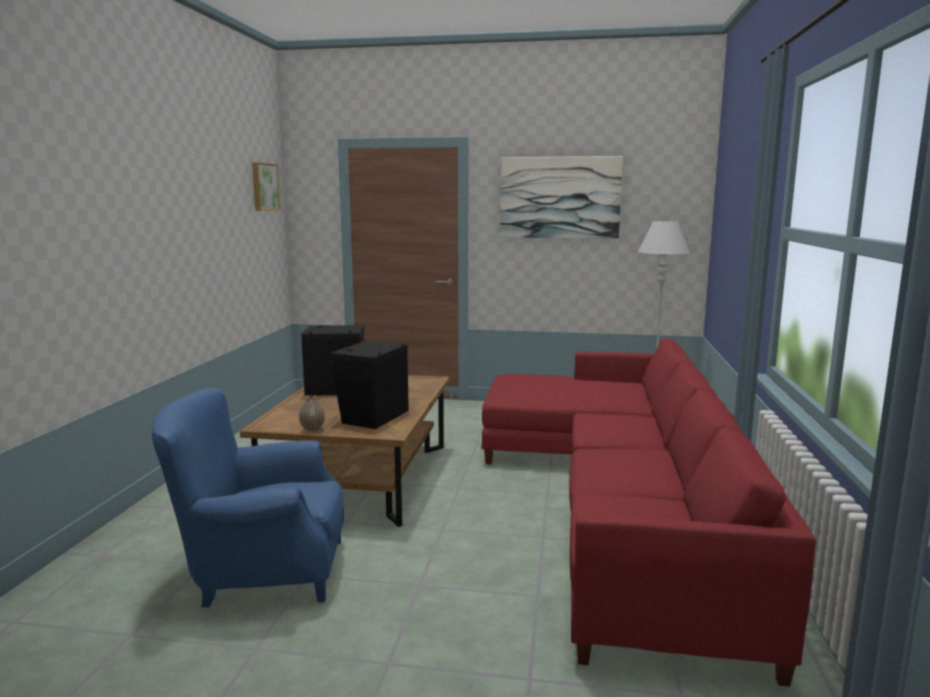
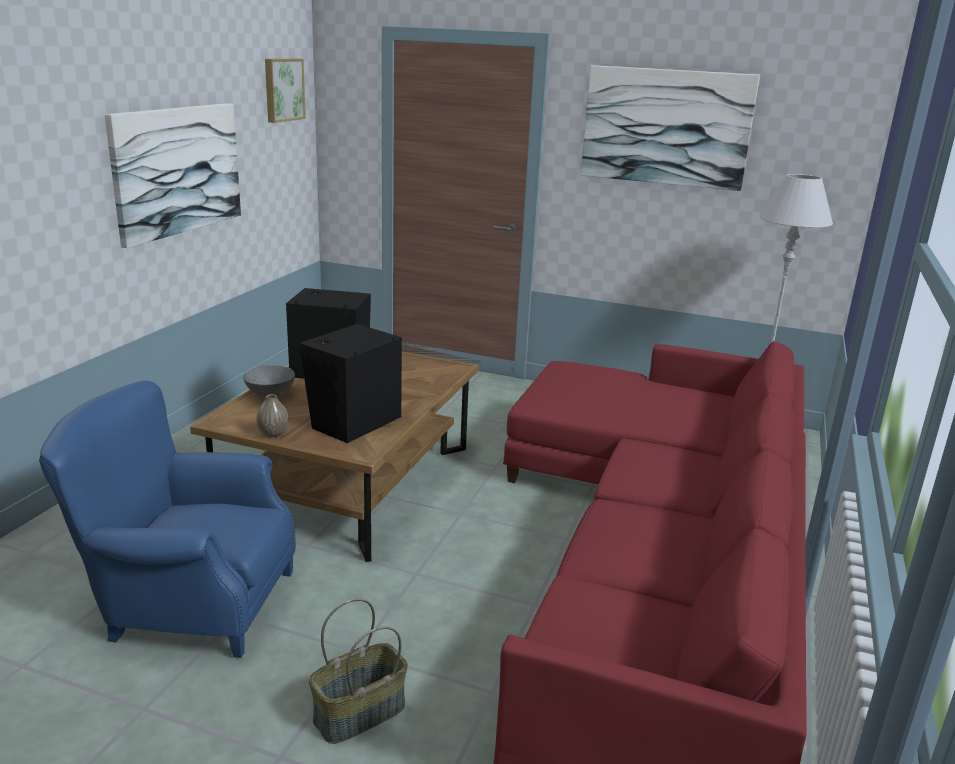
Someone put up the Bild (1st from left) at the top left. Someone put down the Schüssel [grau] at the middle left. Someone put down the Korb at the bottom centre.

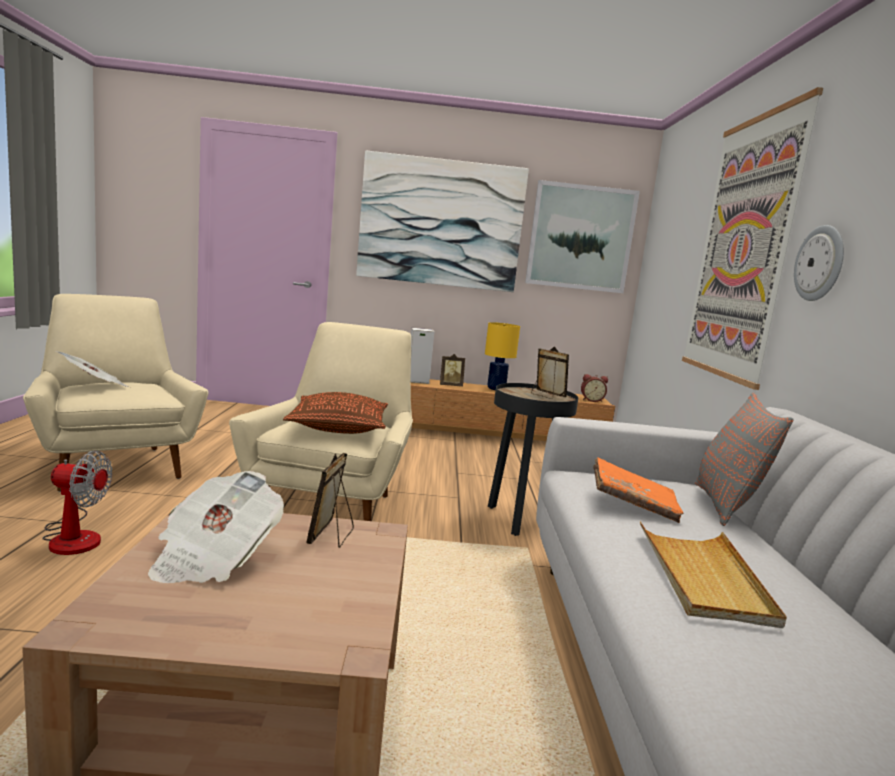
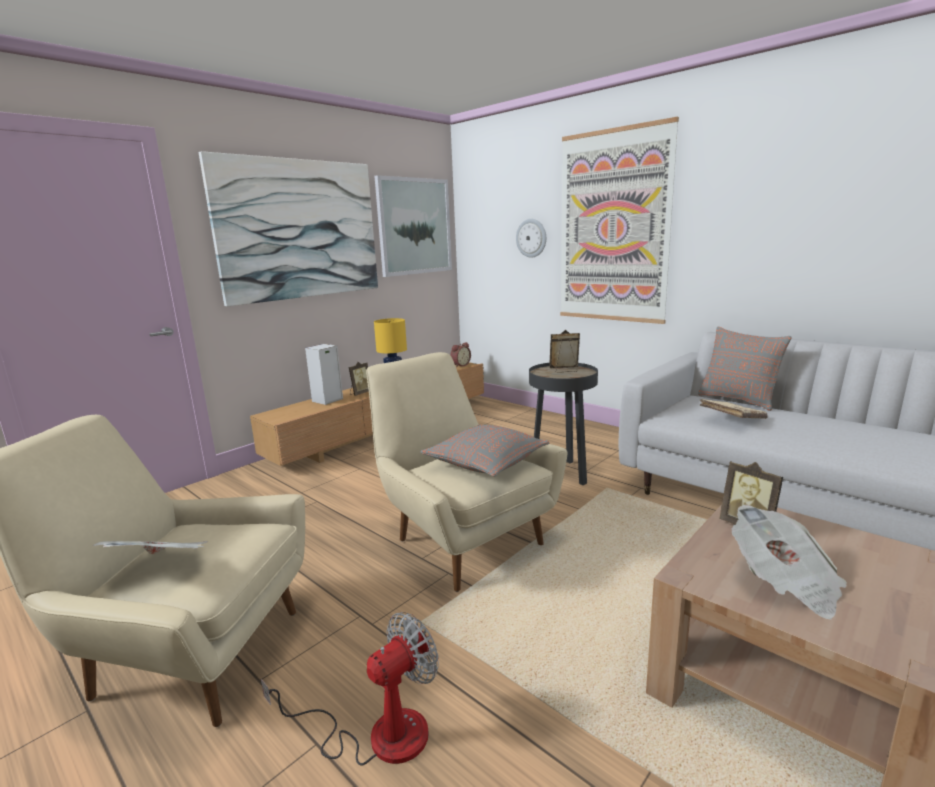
Someone repainted the Kissen [braun] at the centre, which became the Kissen [grau] (1st from left) at the centre. Someone carried the Wanduhr from the middle right to the top centre. Someone repainted the Buch [orange] at the middle right, which became the Buch [beige] at the middle right. Someone took away the Tablett [beige] at the bottom right.

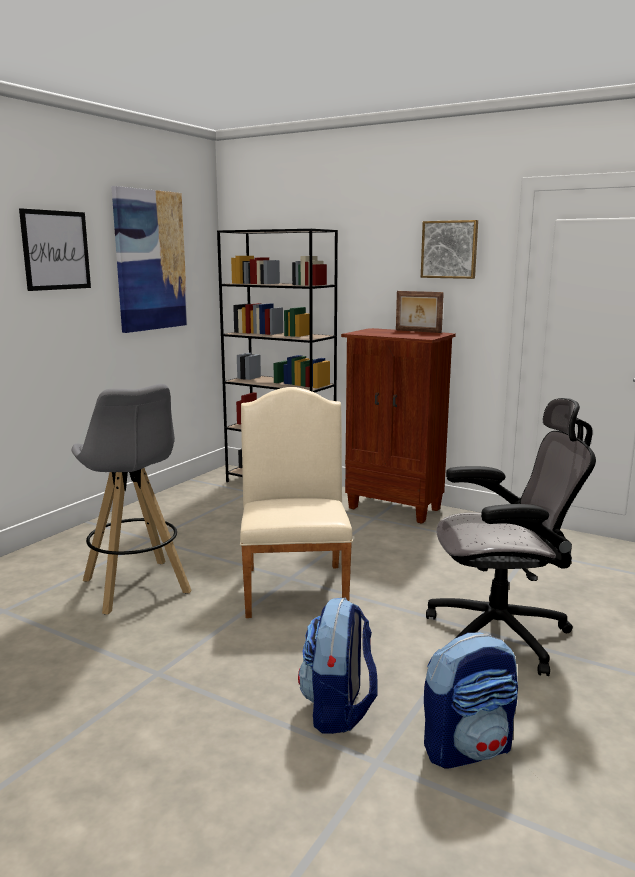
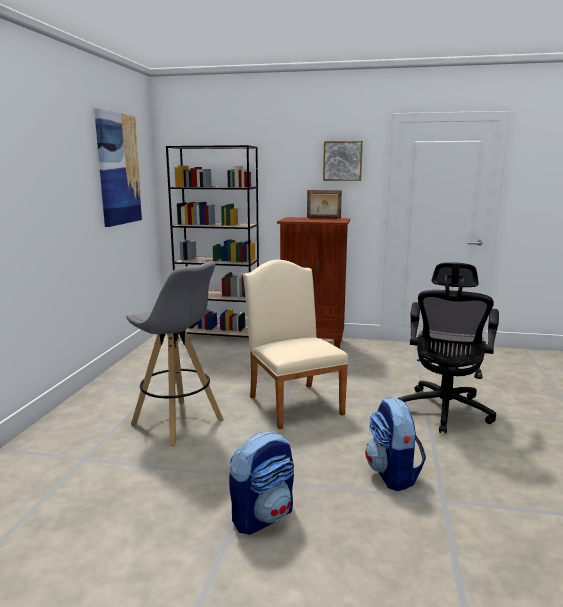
Someone carried the Rucksack (2nd from left in the first image) from the bottom right to the bottom centre. Someone rotated the Bürostuhl at the middle right by 135 degrees clockwise. Someone took away the Bild (1st from left) at the top left.

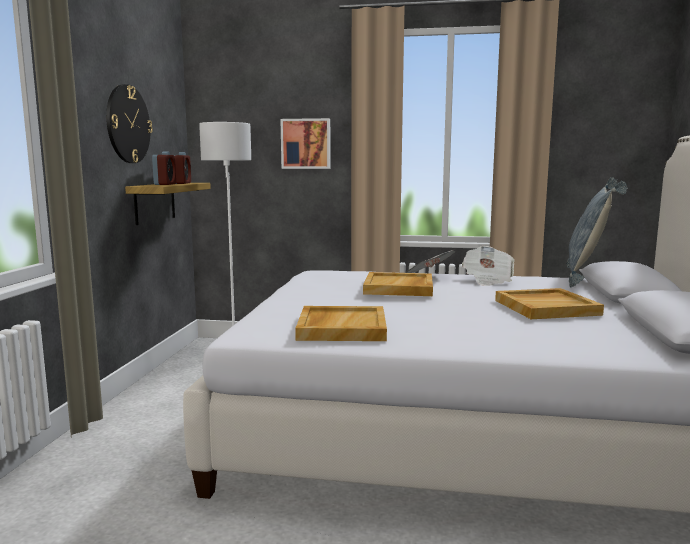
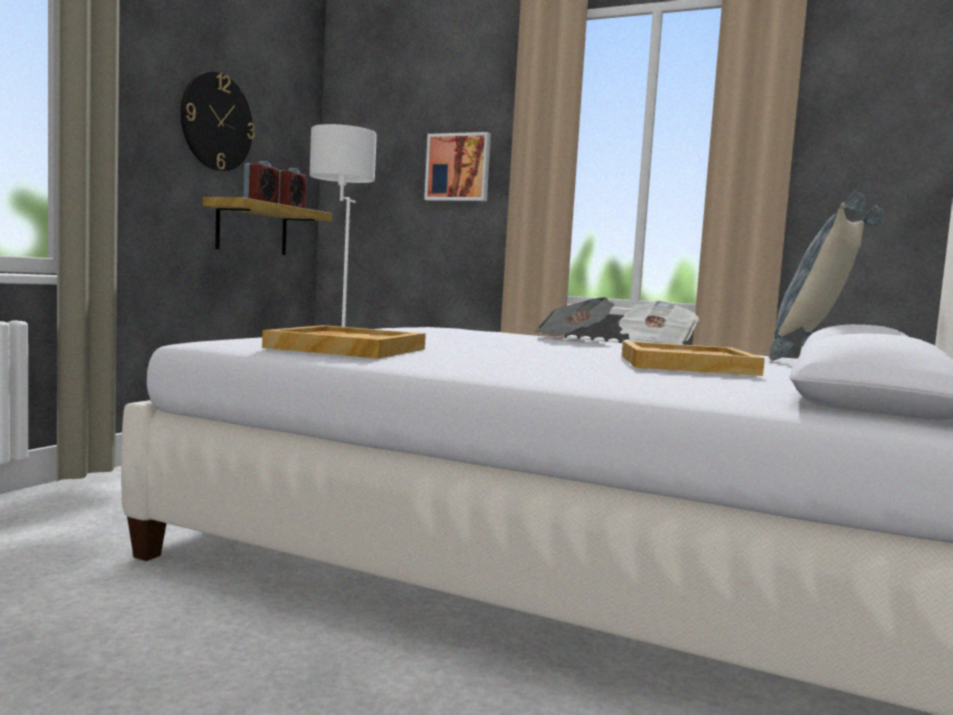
Someone took away the Tablett [beige] (2nd from left) at the centre.

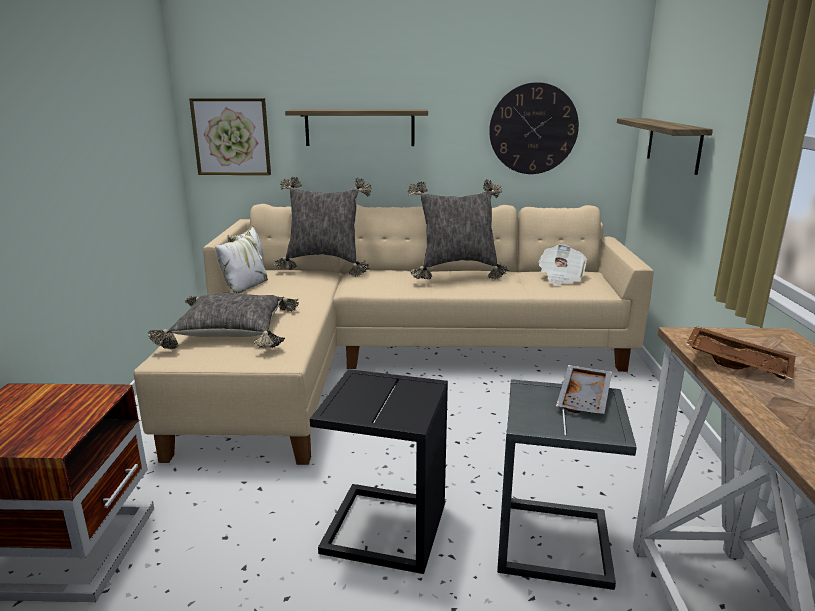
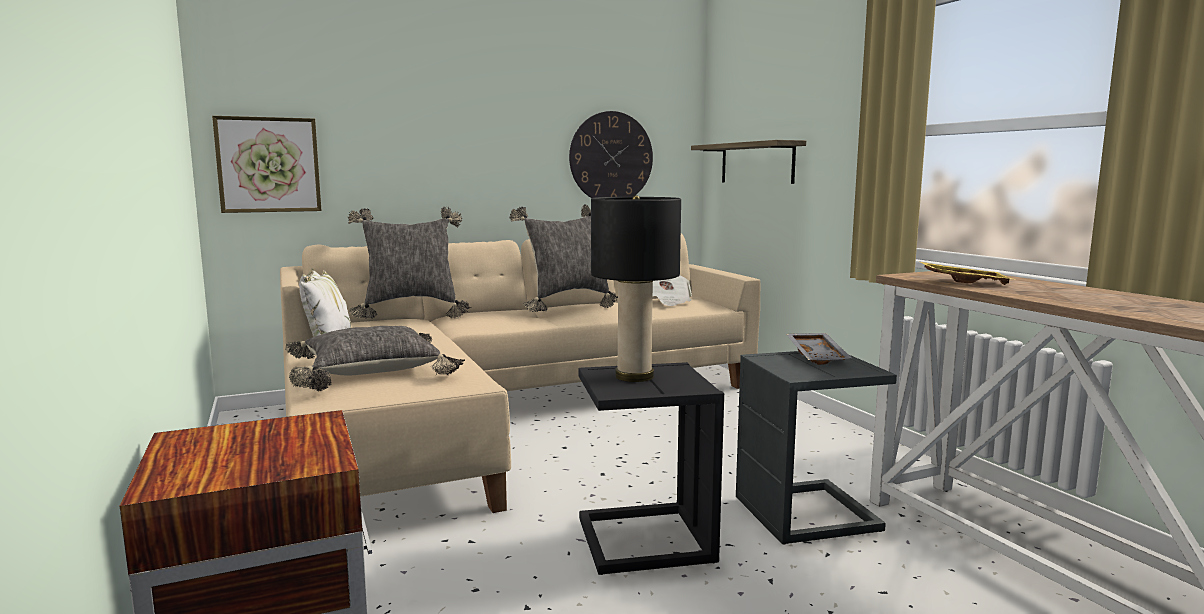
Someone put down the Tischlampe [schwarz] at the centre. Someone repainted the Tablett [braun] at the middle right, which became the Tablett [gelb] at the middle right. Someone took away the Wandregal (1st from left) at the top centre.

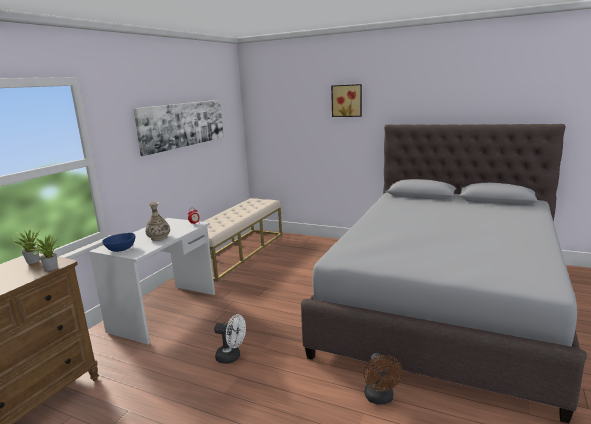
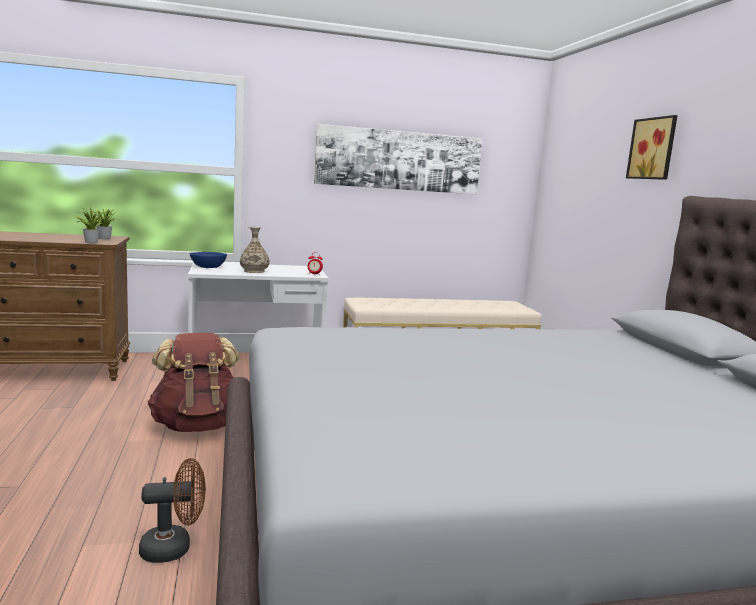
Someone rotated the Ventilator [braun] at the bottom centre by 150 degrees counterclockwise. Someone swapped the Ventilator [weiß] at the bottom centre for the Rucksack [braun] at the middle left.

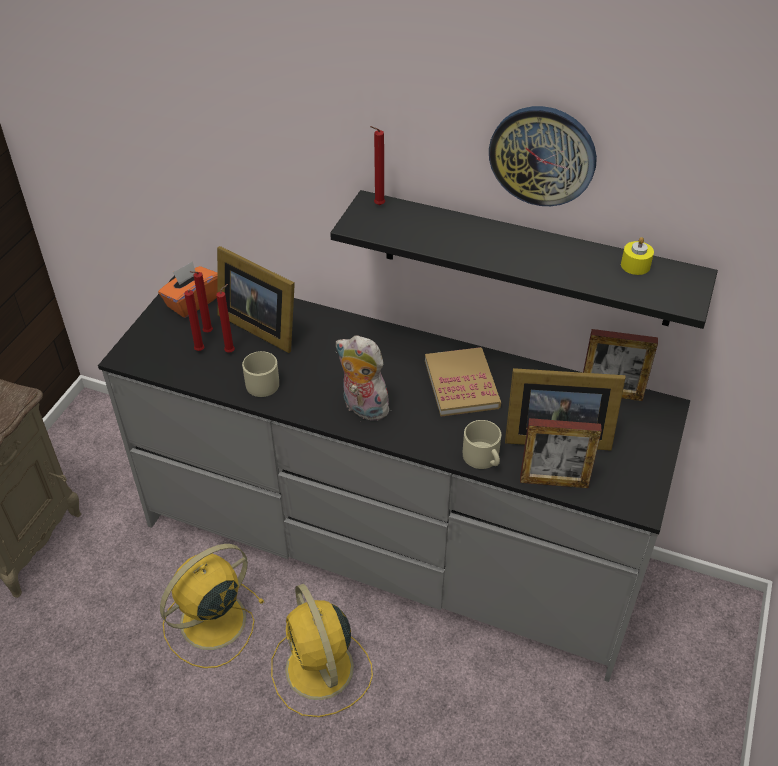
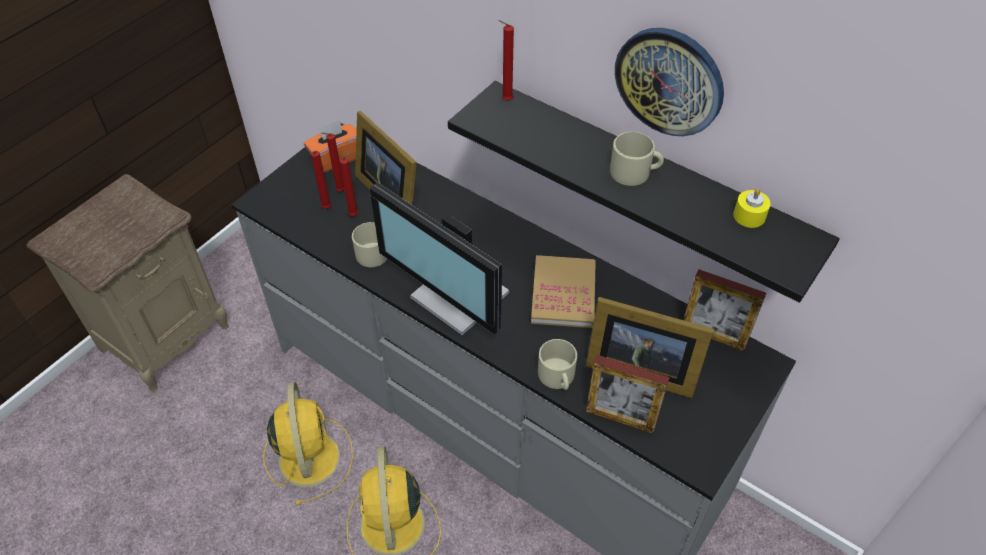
Someone rotated the Ventilator [gelb] (1st from left) at the bottom left by 105 degrees clockwise. Someone swapped the Plüschtier at the centre for the Monitor at the centre. Someone put down the Henkelbecher [beige] (3rd from left) at the top centre.

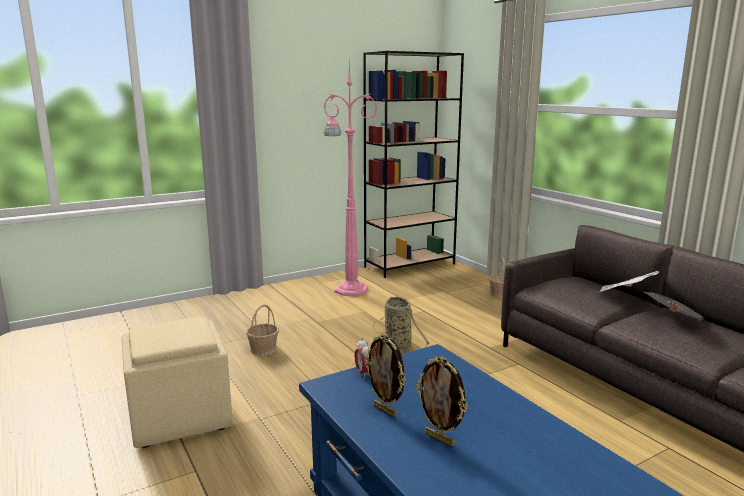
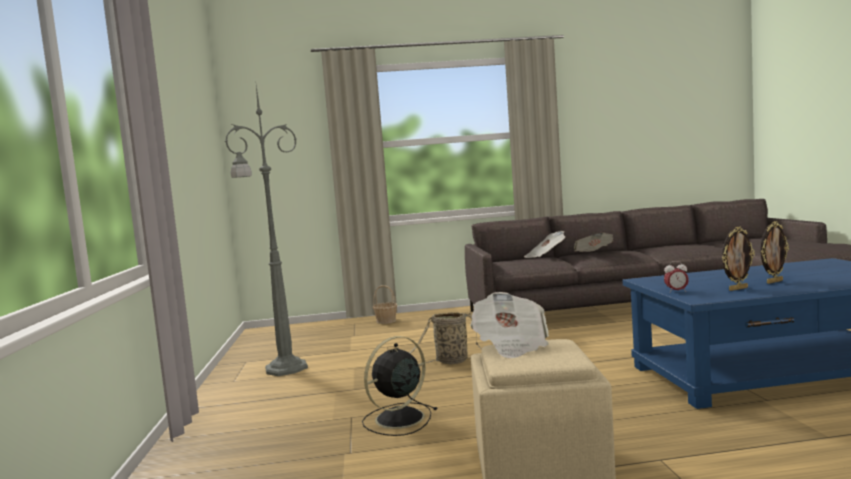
Someone repainted the Stehlampe [rosa] at the centre, which became the Stehlampe [grau] at the middle left. Someone swapped the Korb (1st from left) at the centre for the Ventilator [schwarz] at the bottom centre. Someone put down the Zeitung (1st from left) at the bottom centre. Someone took away the Bücherregal [beige] at the top centre.

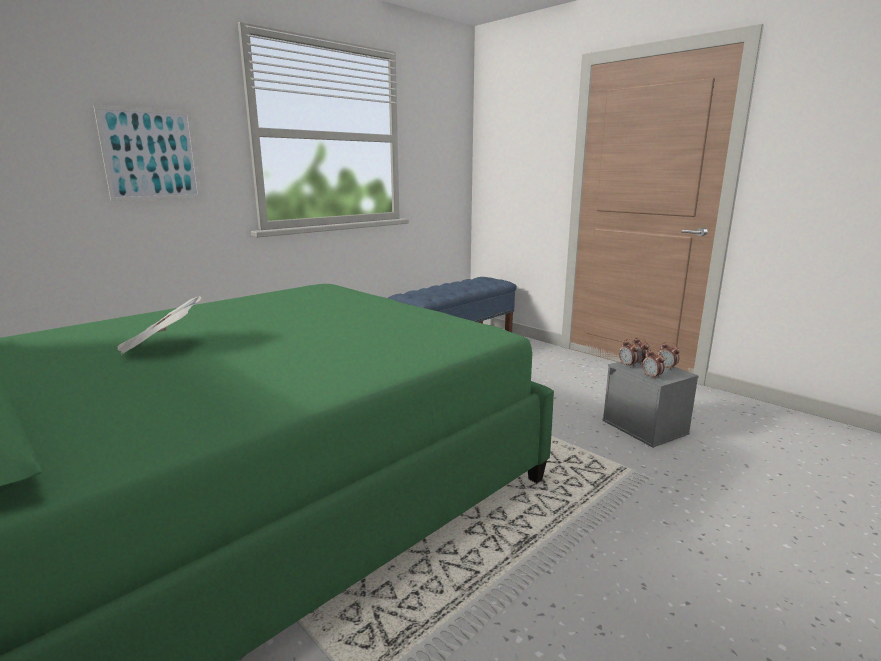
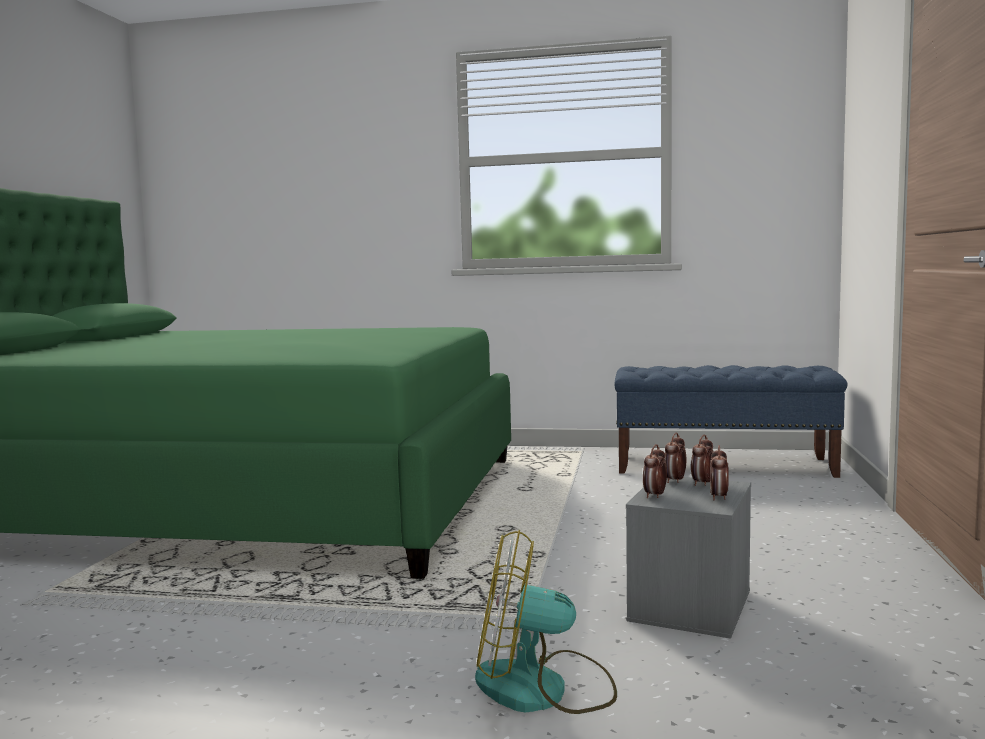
Someone put down the Ventilator at the bottom centre. Someone took away the Bild at the top left. Someone took away the Zeitung at the middle left.

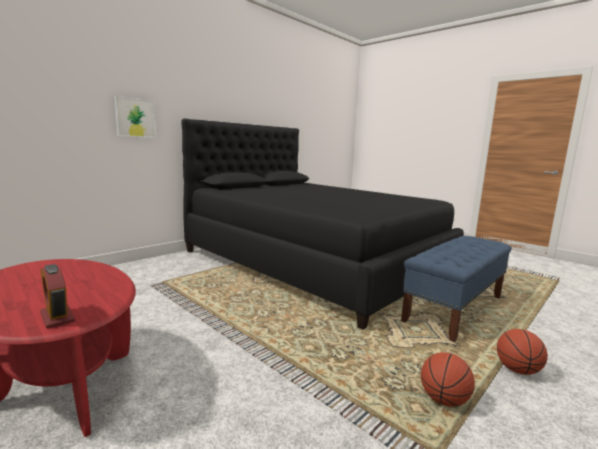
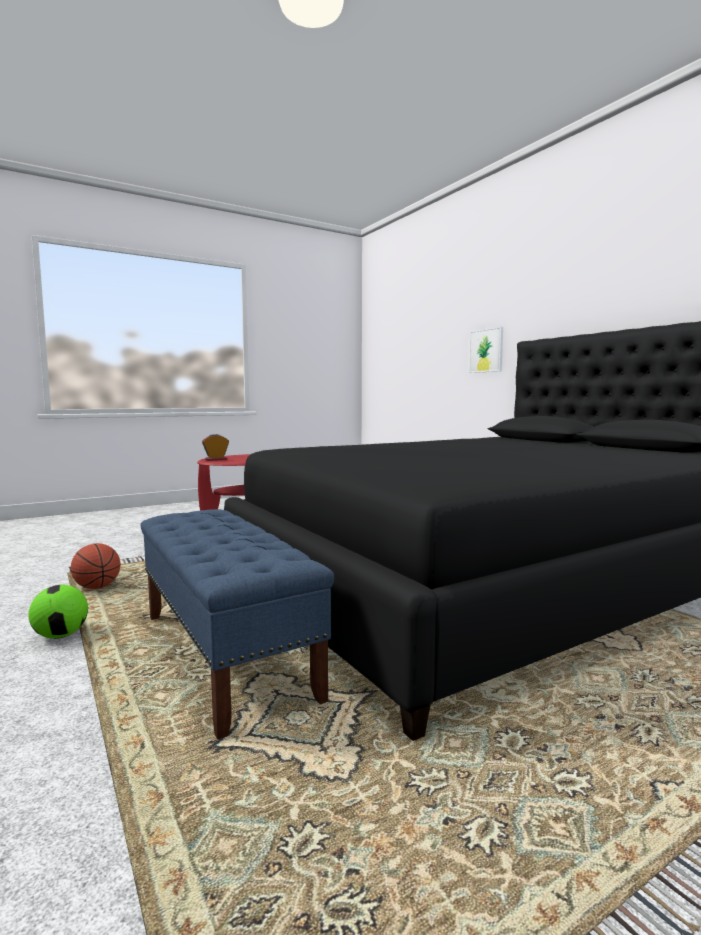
Someone swapped the Basketball (2nd from left) at the bottom right for the Fußball at the middle left.

